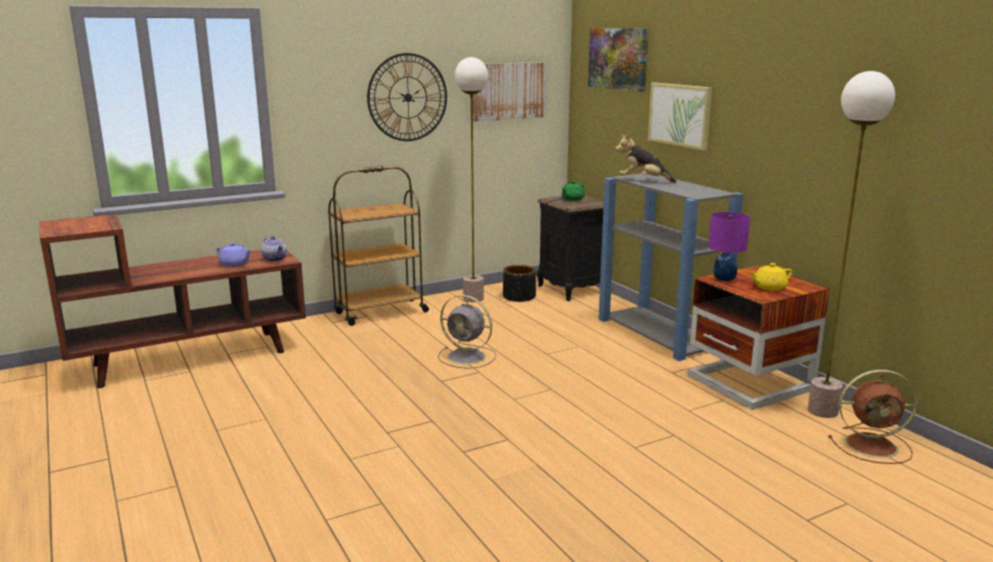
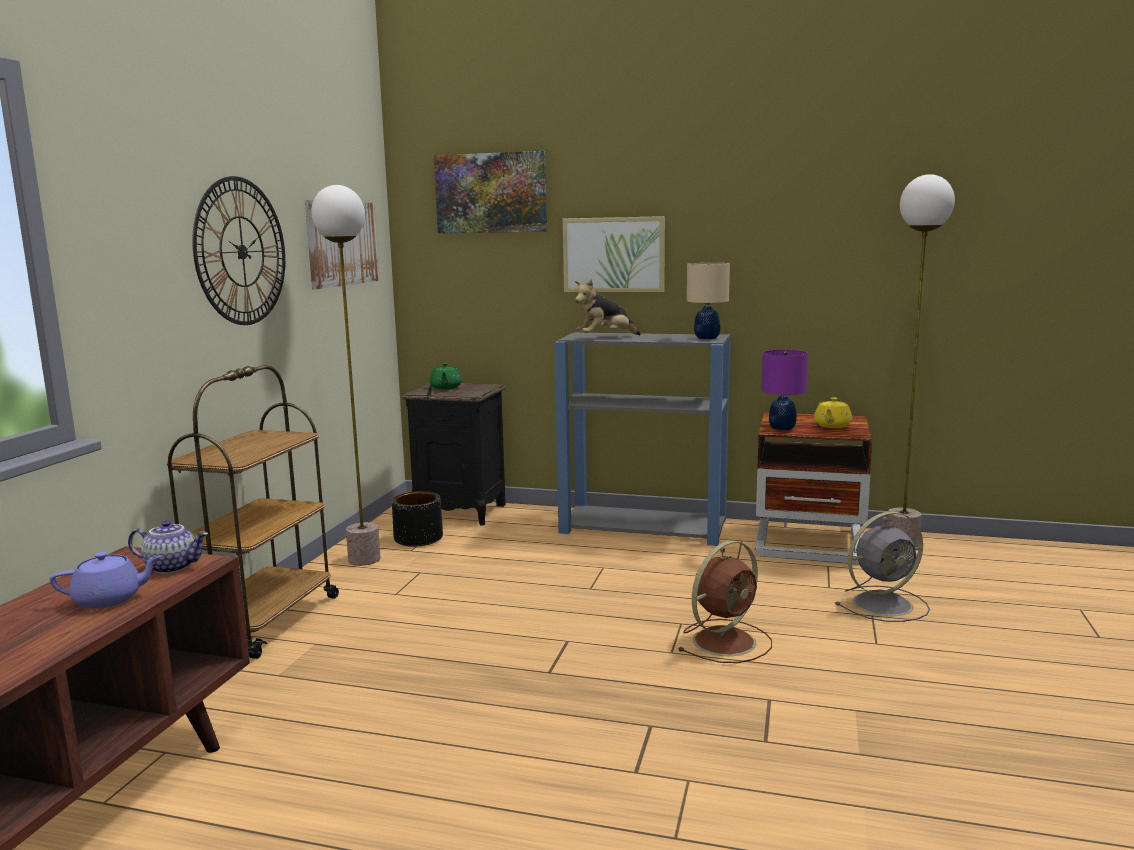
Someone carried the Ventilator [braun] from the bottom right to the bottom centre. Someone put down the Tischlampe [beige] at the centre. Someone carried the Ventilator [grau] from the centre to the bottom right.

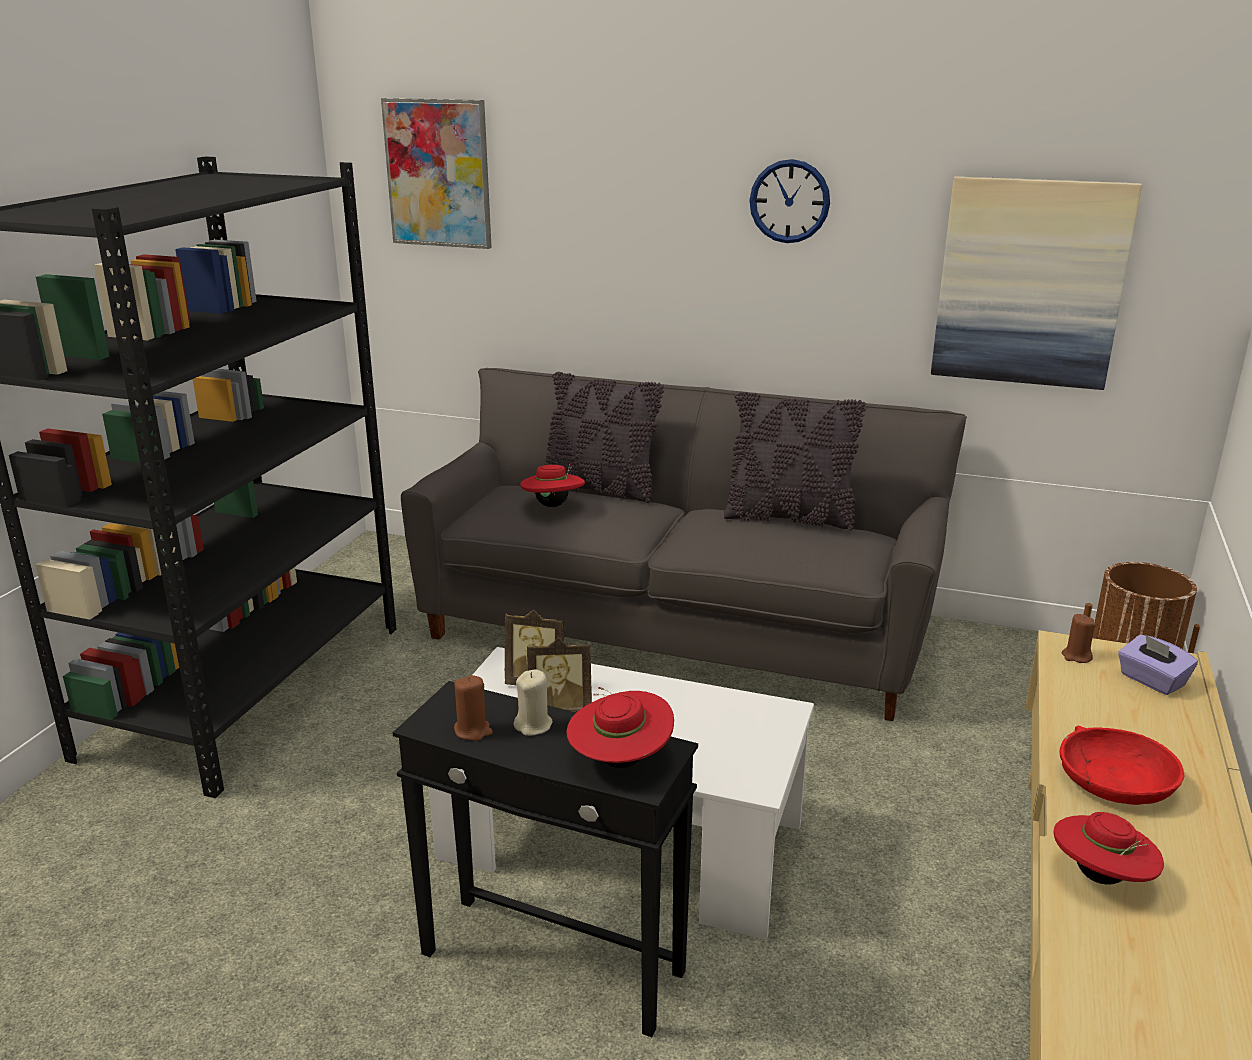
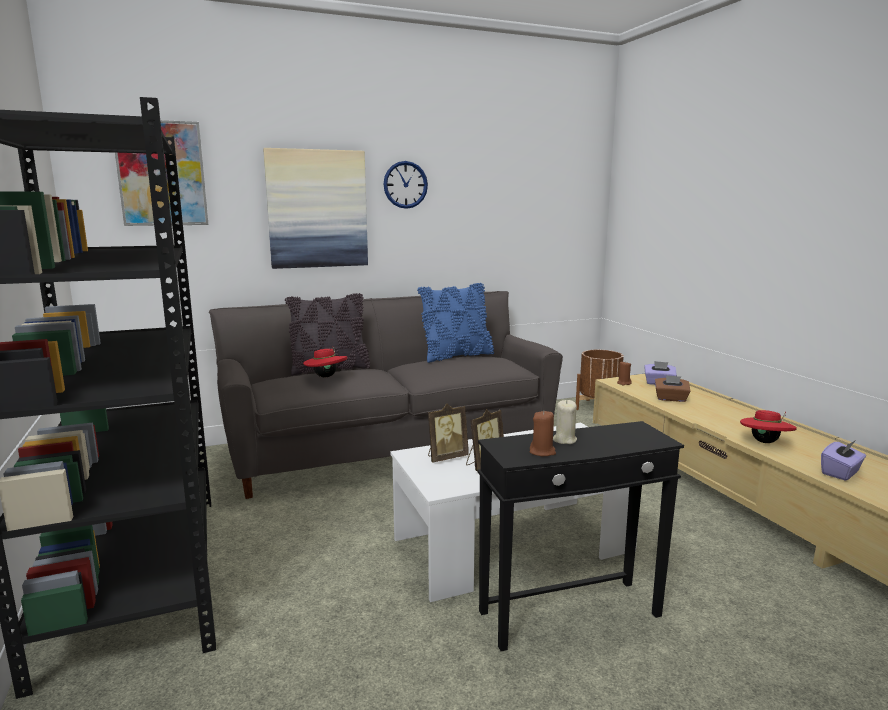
Someone carried the Bild (2nd from left) from the top right to the top centre. Someone repainted the Kissen [schwarz] (2nd from left) at the centre, which became the Kissen [blau] at the centre. Someone put down the Taschentuchbox [braun] at the middle right. Someone put down the Taschentuchbox [lila] (2nd from left) at the middle right. Someone took away the Hut [rot] (2nd from left) at the bottom centre. Someone took away the Schüssel [rot] at the bottom right.

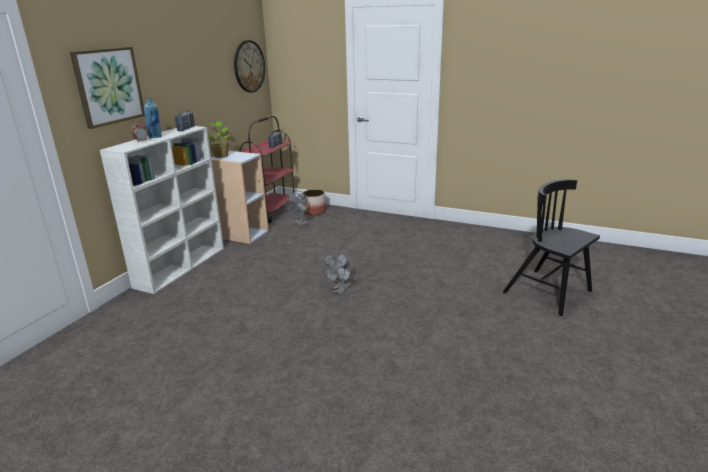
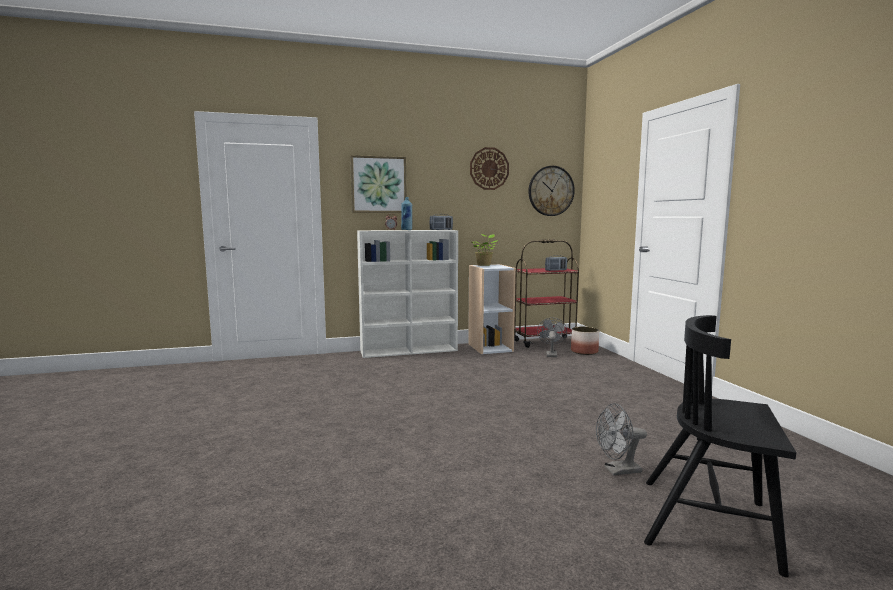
Someone put up the Wanduhr (1st from left) at the top centre. Someone carried the Ventilator [grau] (2nd from left) from the centre to the bottom right. Someone rotated the Stuhl [schwarz] at the middle right by 75 degrees counterclockwise.

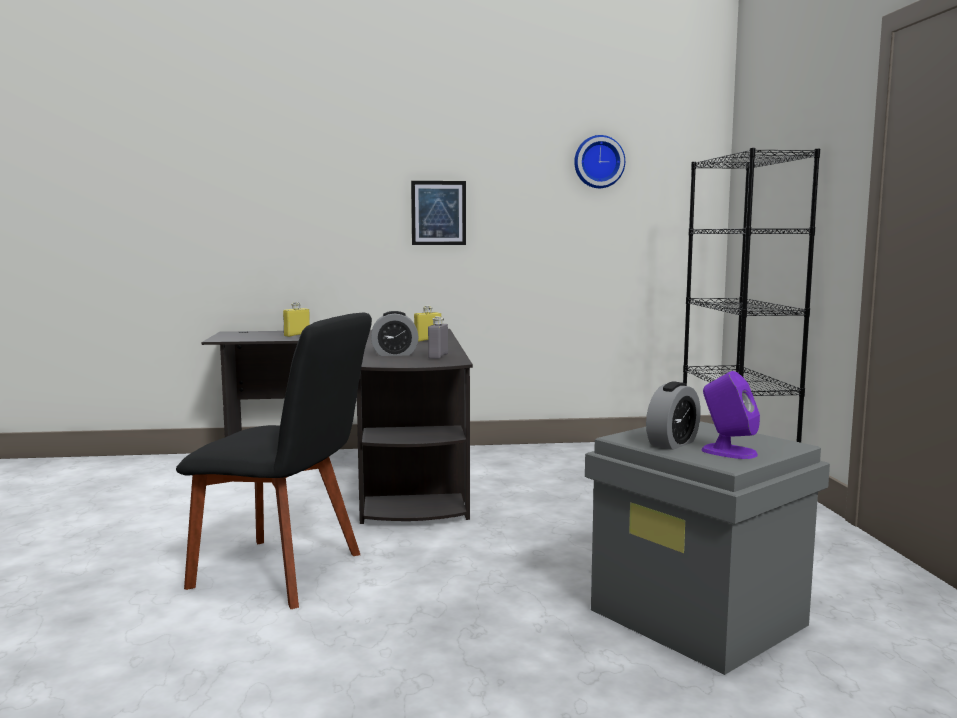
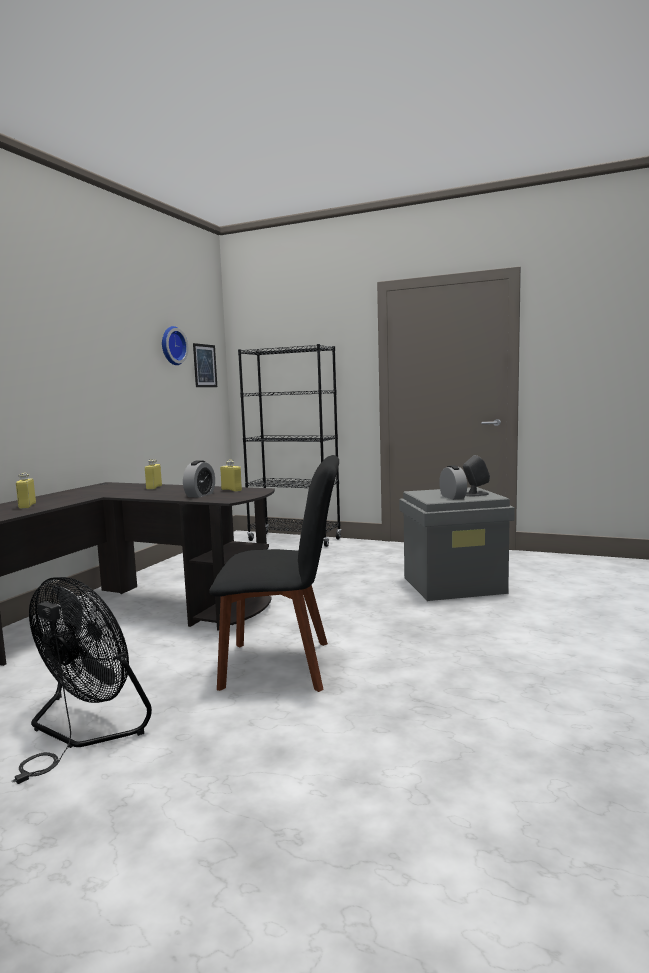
Someone put down the Ventilator [schwarz] at the bottom left. Someone carried the Bild from the top centre to the middle left. Someone rotated the Stuhl [schwarz] at the middle left by 45 degrees clockwise. Someone repainted the Flasche [grau] at the centre, which became the Flasche [gelb] (3rd from left) at the centre. Someone repainted the Lautsprecher [lila] at the middle right, which became the Lautsprecher [grau] at the middle right.

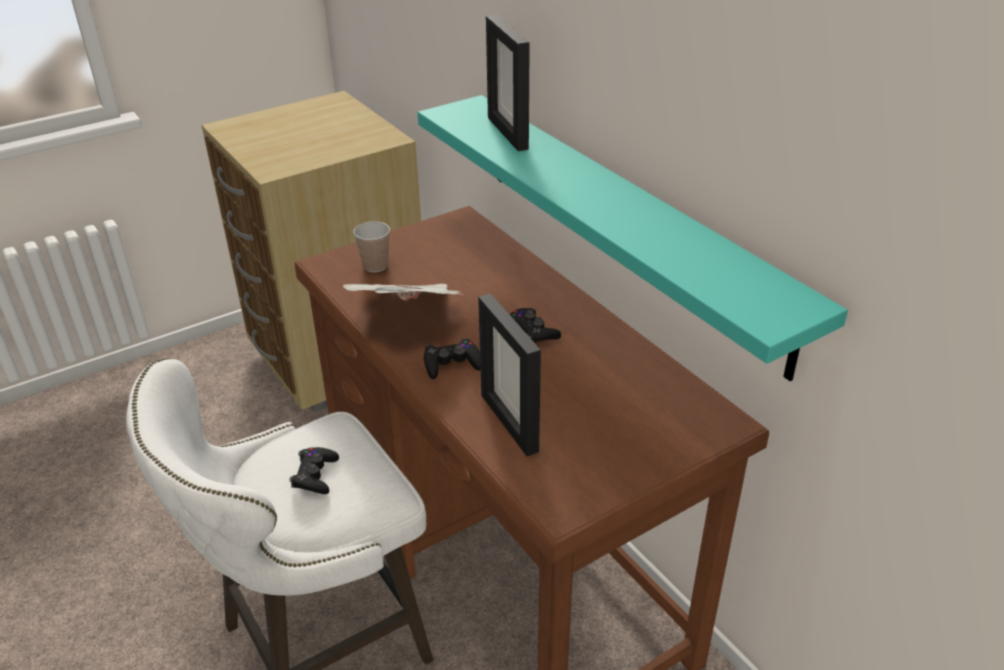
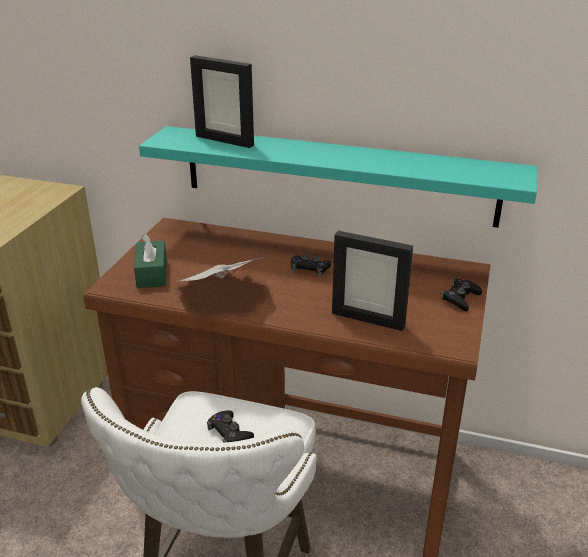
Someone swapped the Tasse at the centre for the Taschentuchbox [grün] at the middle left. Someone carried the Gamepad [schwarz] (2nd from left in the first image) from the centre to the middle right.

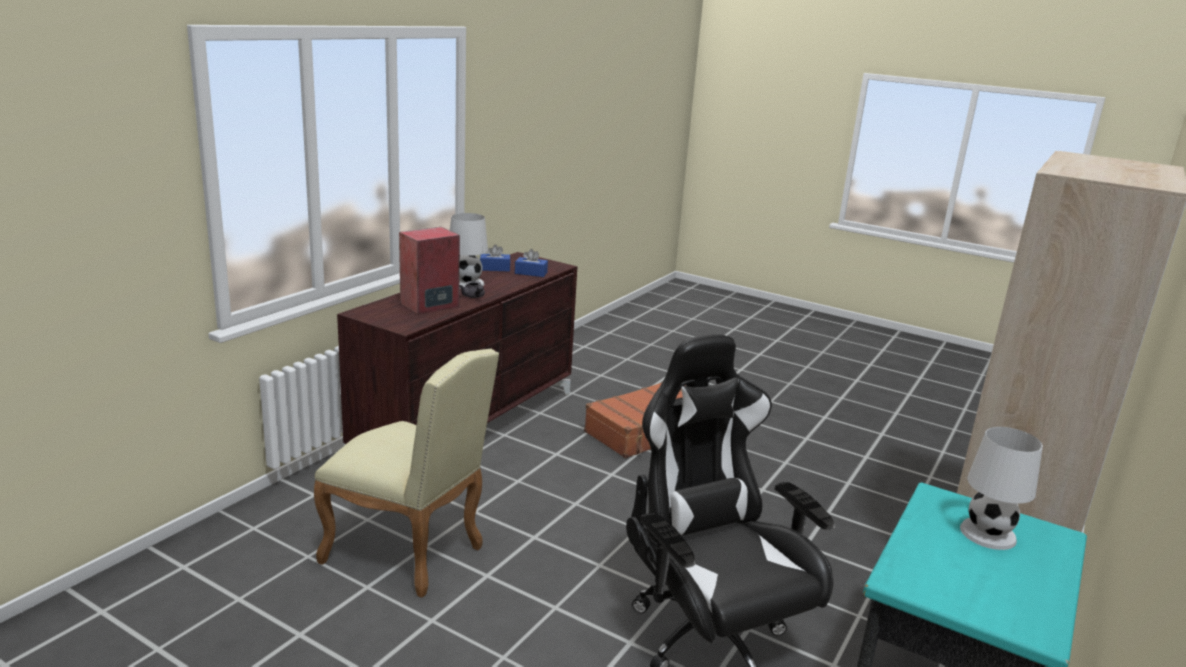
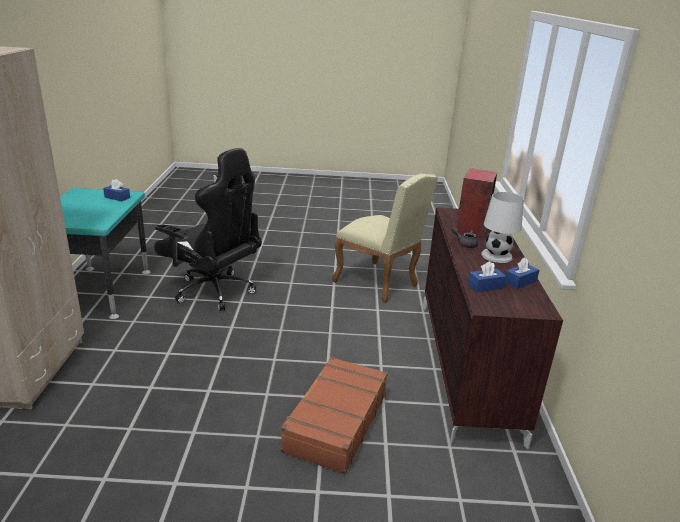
Someone put down the Taschentuchbox [blau] (1st from left) at the middle left. Someone rotated the Stuhl [beige] at the bottom centre by 135 degrees counterclockwise. Someone took away the Tischlampe [weiß] (2nd from left) at the bottom right.

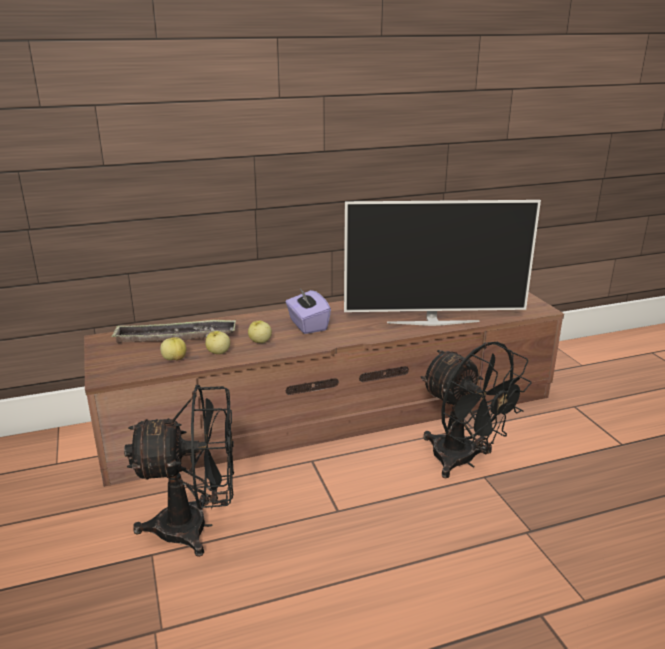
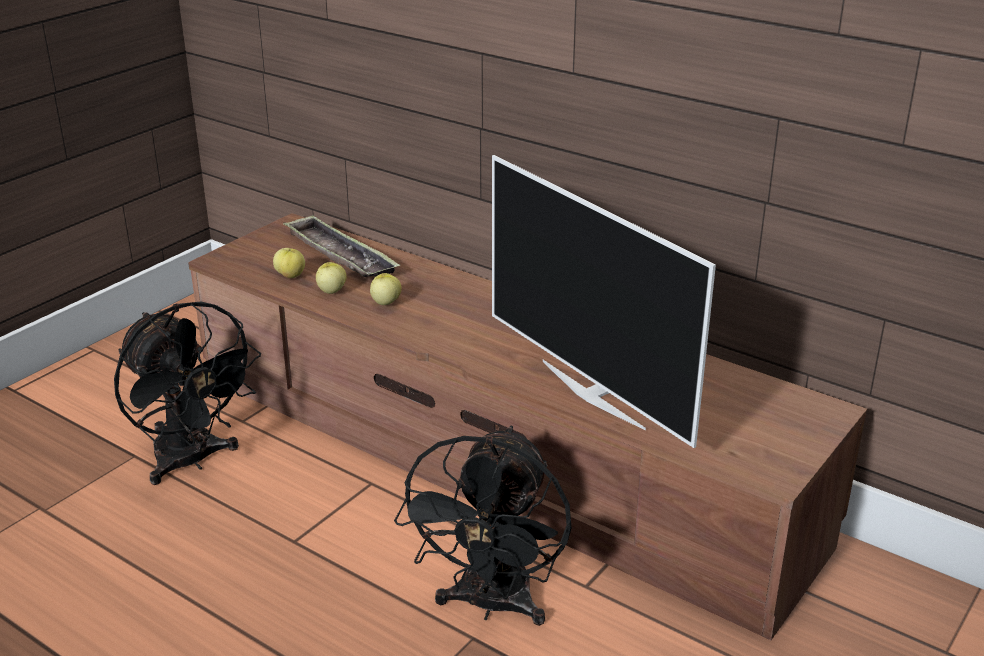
Someone took away the Taschentuchbox [lila] at the centre.

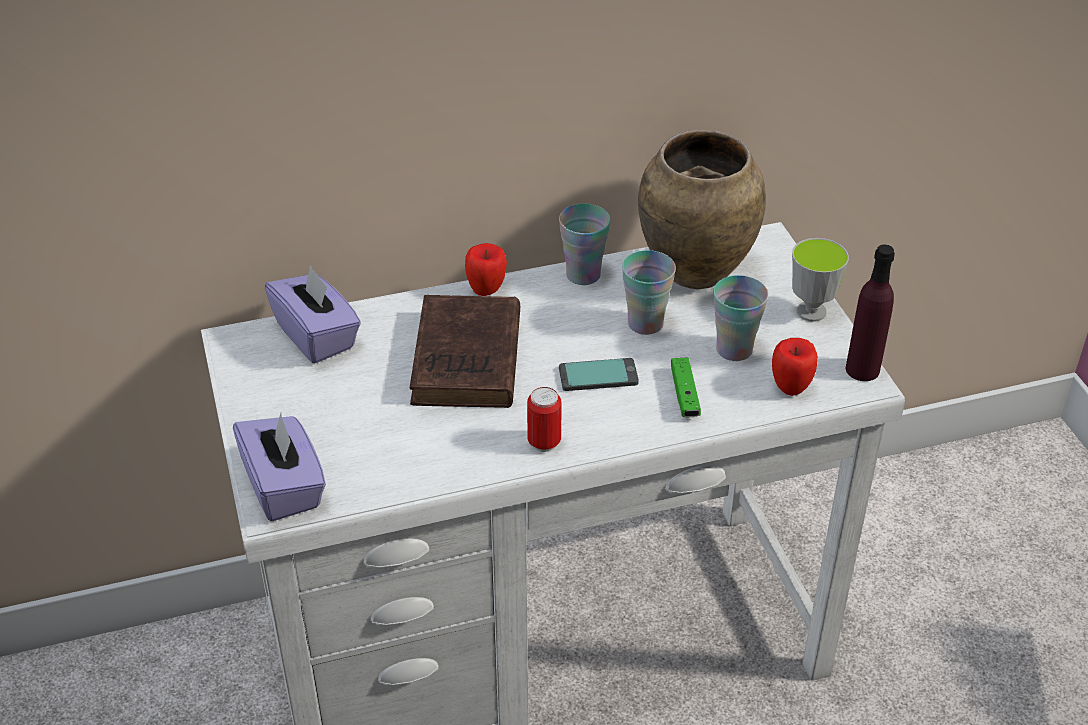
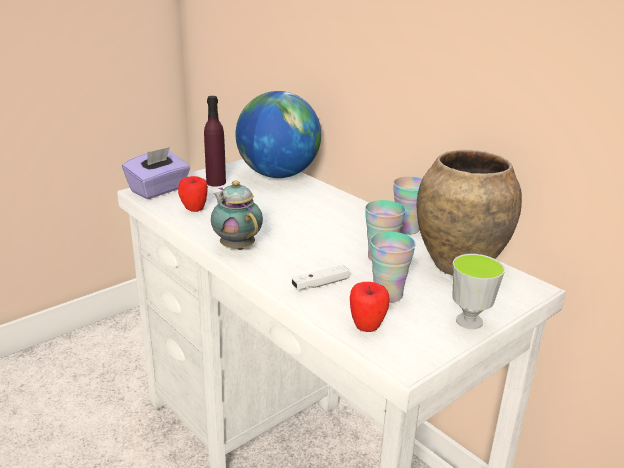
Someone carried the Apfel (1st from left) from the centre to the middle left. Someone carried the Flasche [lila] from the middle right to the top centre. Someone swapped the Dose at the centre for the Teekanne at the centre. Someone swapped the Taschentuchbox [lila] (2nd from left) at the middle left for the Globus at the top centre. Someone repainted the Gamepad [grün] at the centre, which became the Gamepad [weiß] at the centre. Someone took away the Buch [braun] at the centre. Someone took away the Handy at the centre.

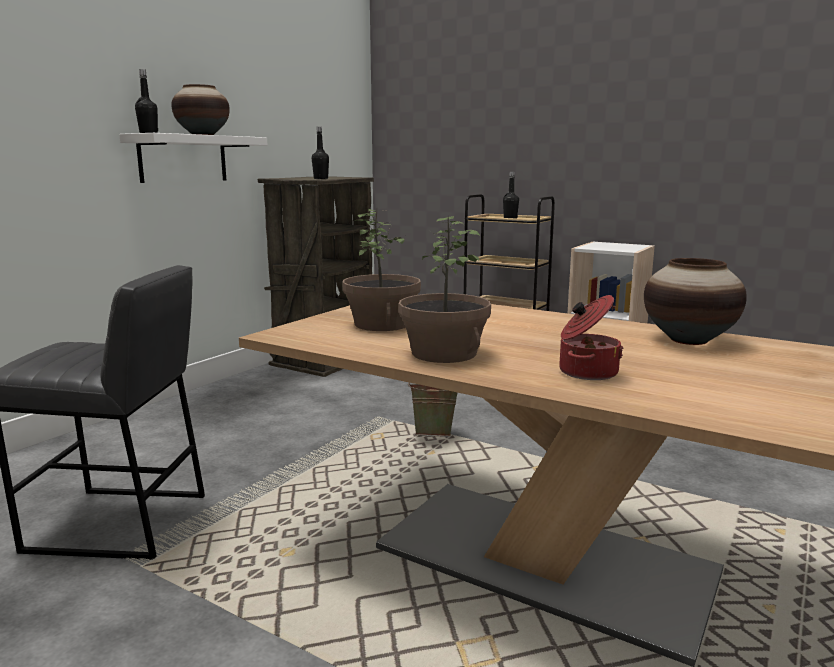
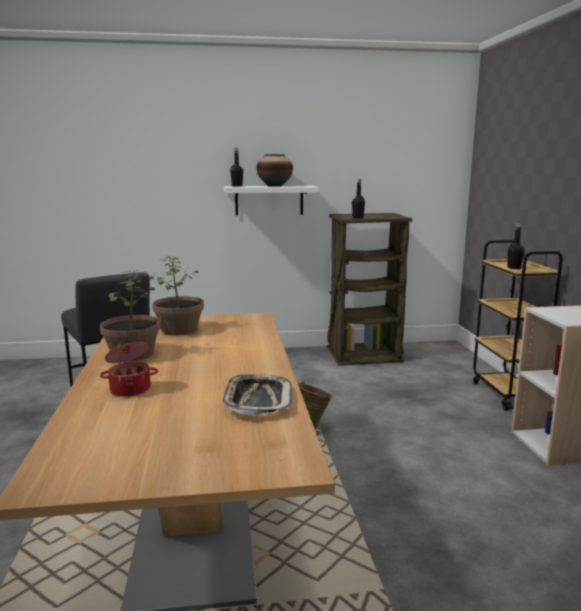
Someone swapped the Vase (2nd from left) at the middle right for the Tablett at the centre.

